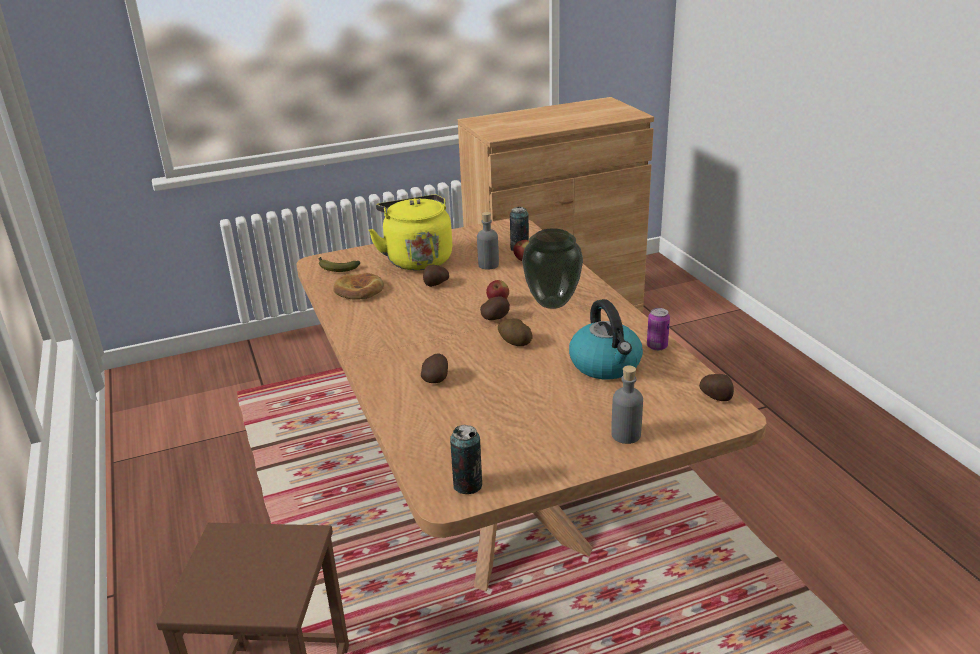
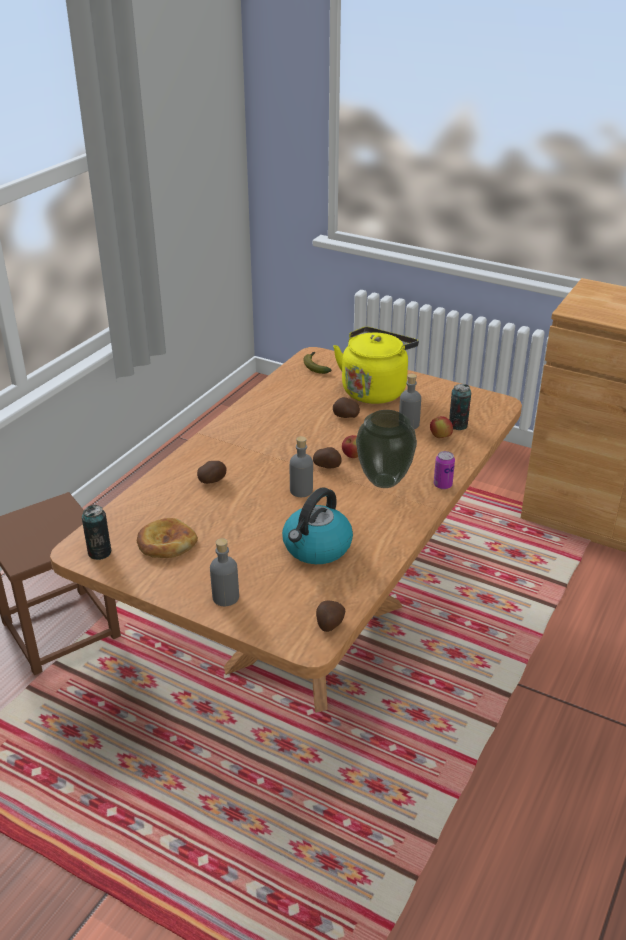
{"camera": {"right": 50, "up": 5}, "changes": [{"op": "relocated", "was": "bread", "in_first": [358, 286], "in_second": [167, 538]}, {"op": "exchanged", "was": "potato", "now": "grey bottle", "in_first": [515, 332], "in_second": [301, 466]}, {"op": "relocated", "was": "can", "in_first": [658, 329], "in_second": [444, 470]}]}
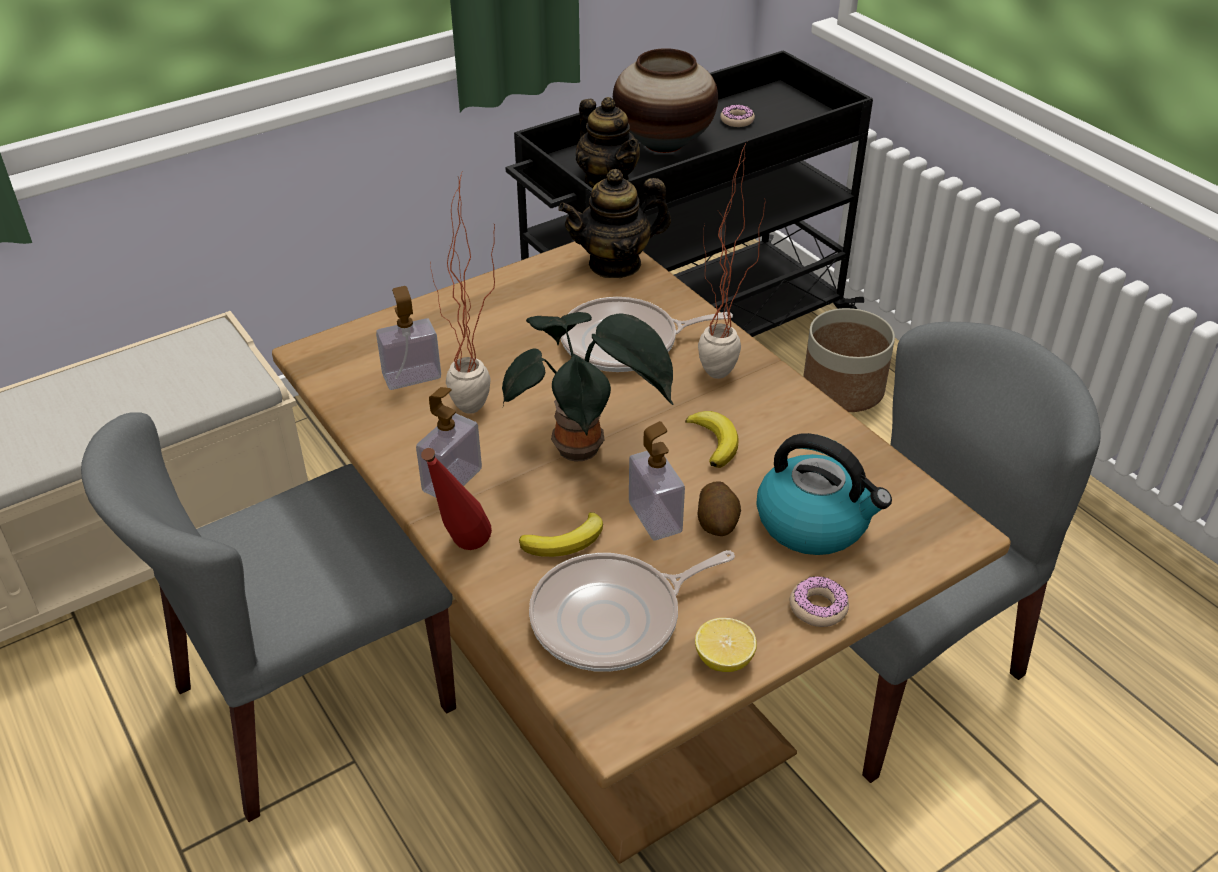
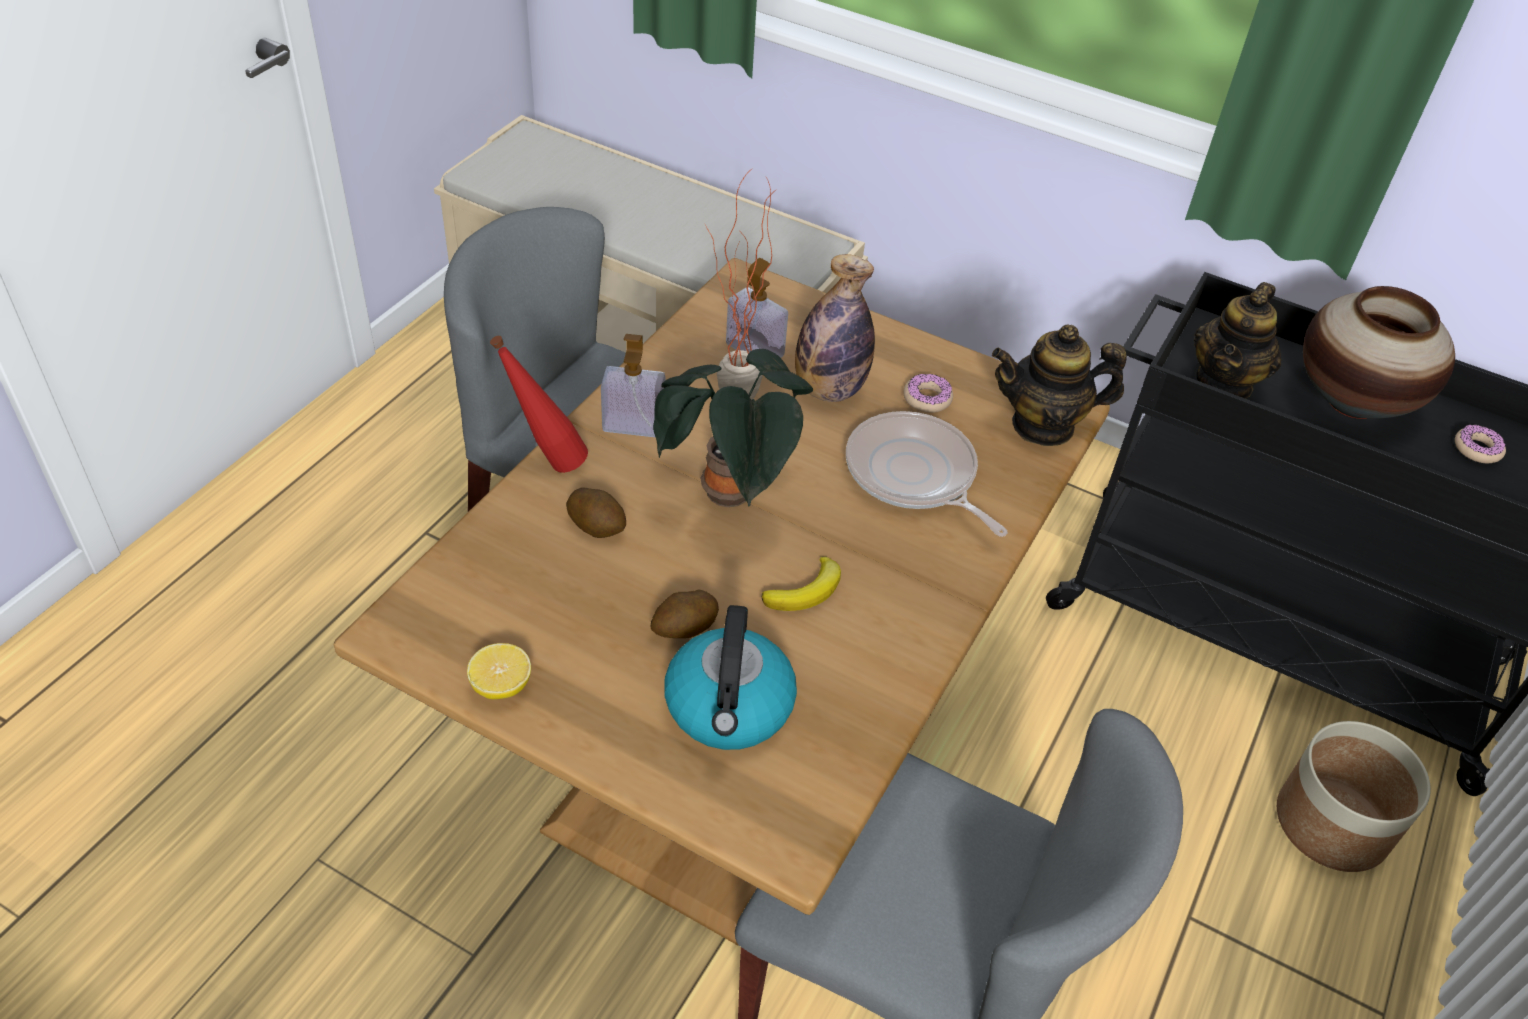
{"camera": {"right": 60, "up": 5}, "changes": [{"op": "exchanged", "was": "banana", "now": "potato", "in_first": [561, 534], "in_second": [596, 512]}, {"op": "missing", "was": "frying pan", "in_first": [632, 611]}, {"op": "spun", "was": "teapot", "in_first": [614, 223], "in_second": [1059, 385], "clockwise": -45}, {"op": "missing", "was": "soap dispenser", "in_first": [657, 481]}, {"op": "missing", "was": "potted plant", "in_first": [732, 260]}, {"op": "relocated", "was": "donut", "in_first": [819, 601], "in_second": [928, 393]}, {"op": "appeared", "now": "bottle", "in_second": [835, 328]}]}
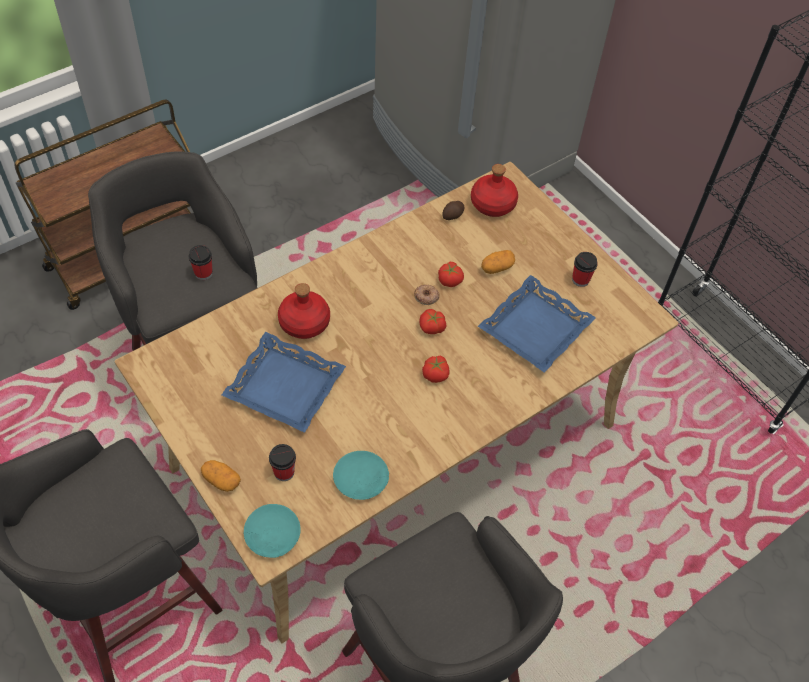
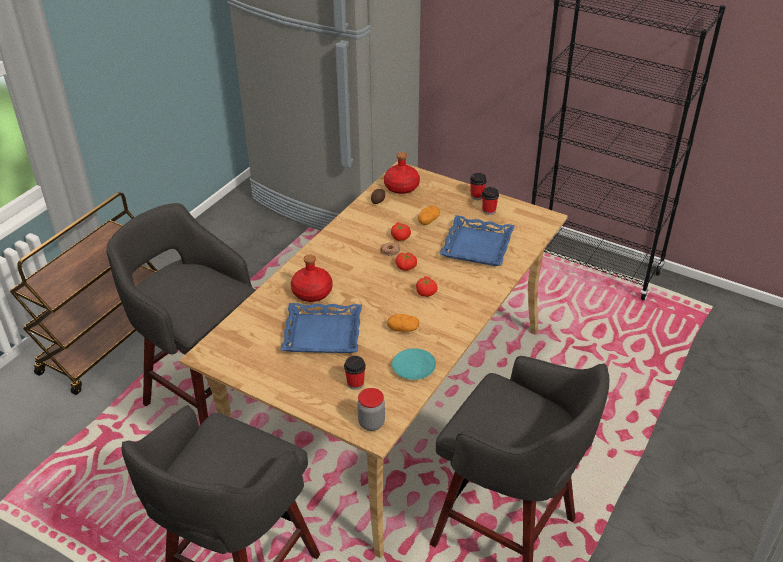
{"camera": {"right": -20, "up": -15}, "changes": [{"op": "relocated", "was": "cup", "in_first": [200, 262], "in_second": [478, 186]}, {"op": "relocated", "was": "potato", "in_first": [221, 476], "in_second": [403, 323]}, {"op": "exchanged", "was": "turquoise plate", "now": "jar", "in_first": [272, 531], "in_second": [371, 409]}]}
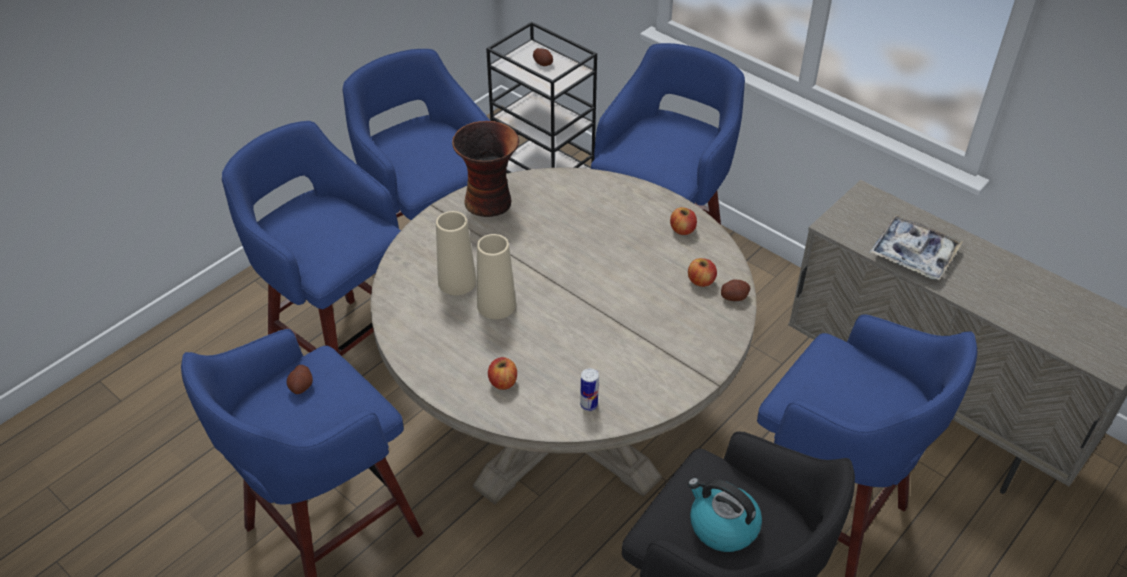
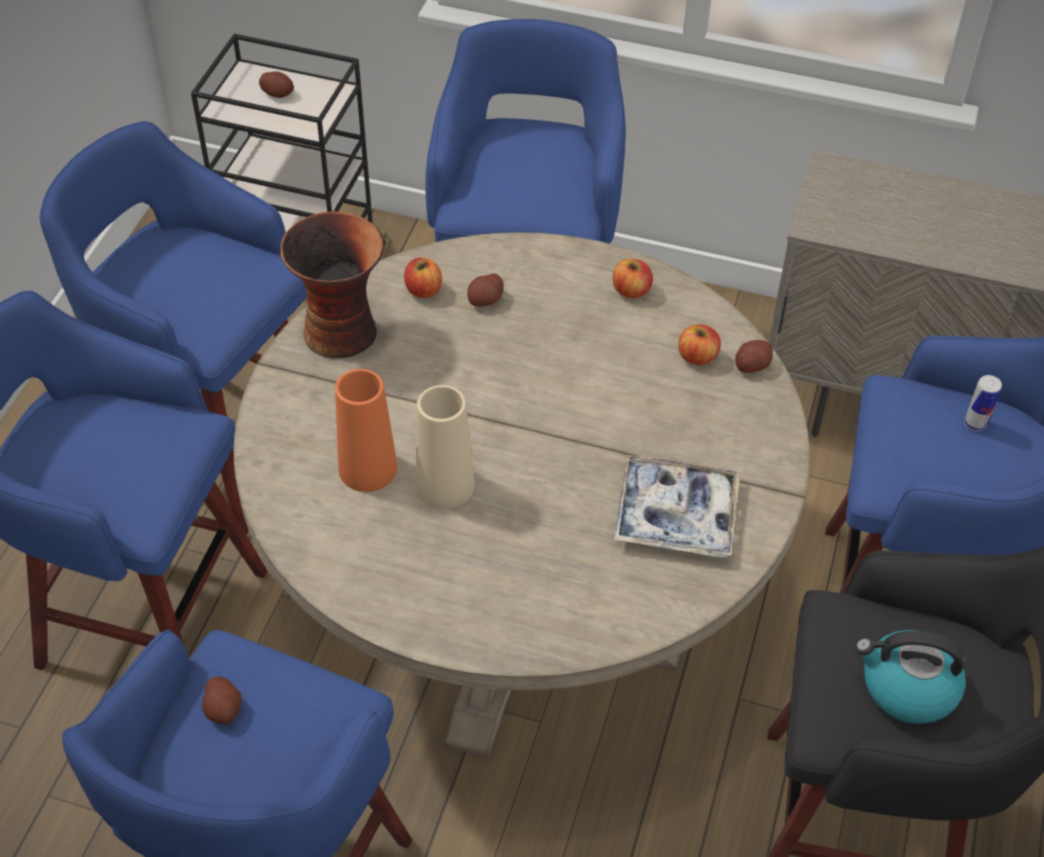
{"camera": {"right": -25, "up": 5}, "changes": [{"op": "colour", "was": "beige vase", "now": "orange vase", "in_first": [456, 253], "in_second": [366, 430]}, {"op": "relocated", "was": "apple", "in_first": [502, 373], "in_second": [423, 277]}, {"op": "relocated", "was": "can", "in_first": [589, 389], "in_second": [983, 403]}, {"op": "relocated", "was": "tray", "in_first": [916, 247], "in_second": [677, 506]}, {"op": "appeared", "now": "potato", "in_second": [485, 290]}]}
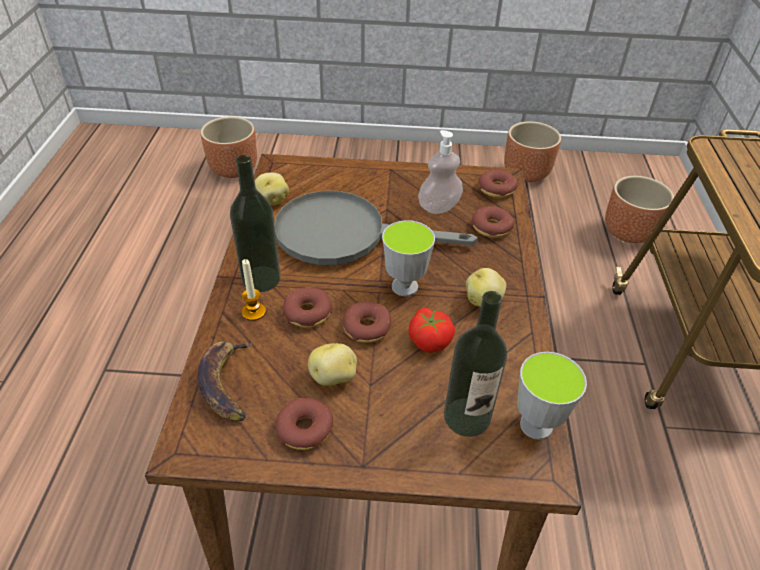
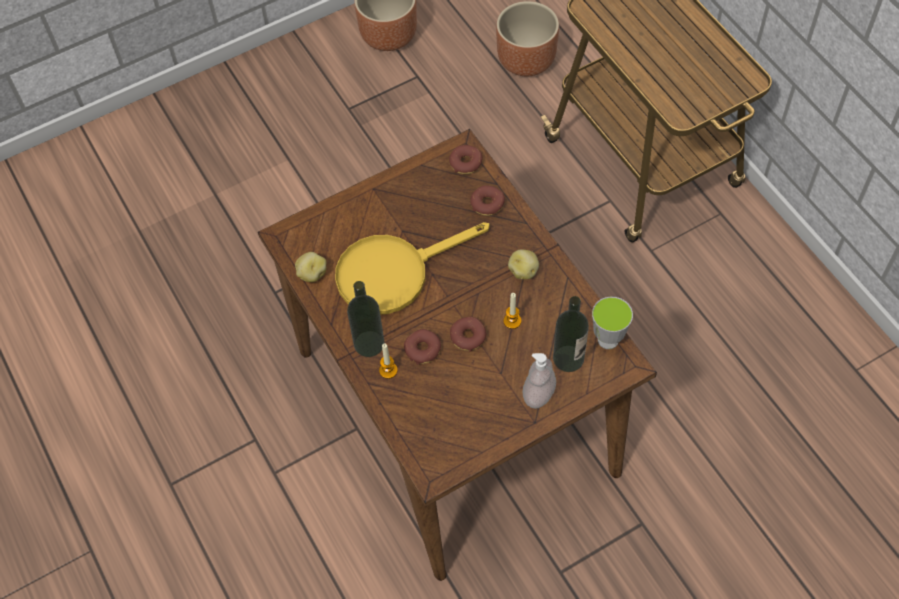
{"camera": {"right": -30, "up": 15}, "changes": [{"op": "missing", "was": "banana", "in_first": [225, 381]}, {"op": "missing", "was": "brown planter", "in_first": [229, 147]}, {"op": "colour", "was": "grey frying pan", "now": "yellow frying pan", "in_first": [376, 228], "in_second": [412, 268]}, {"op": "missing", "was": "donut", "in_first": [304, 424]}, {"op": "missing", "was": "potato", "in_first": [332, 364]}, {"op": "missing", "was": "cup", "in_first": [408, 258]}, {"op": "exchanged", "was": "tomato", "now": "candle", "in_first": [431, 330], "in_second": [512, 311]}, {"op": "relocated", "was": "soap dispenser", "in_first": [440, 172], "in_second": [539, 381]}]}
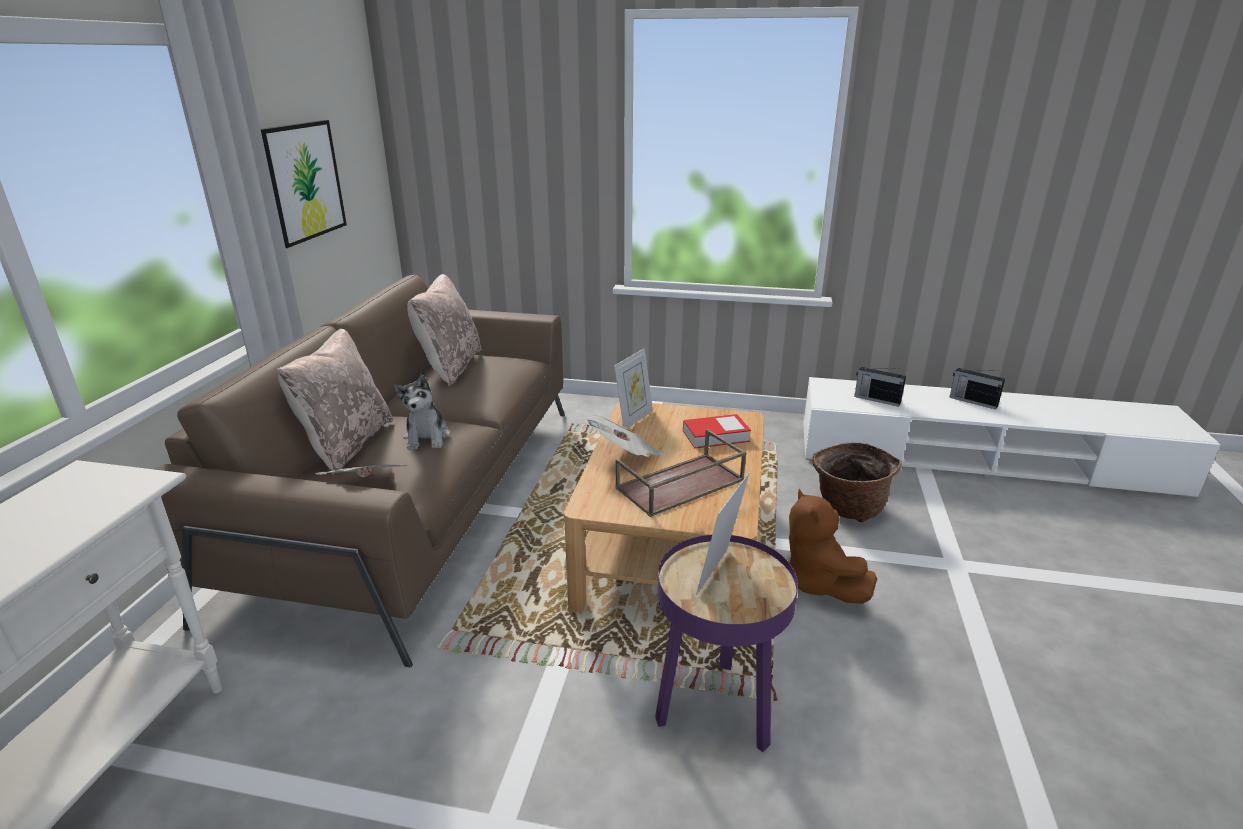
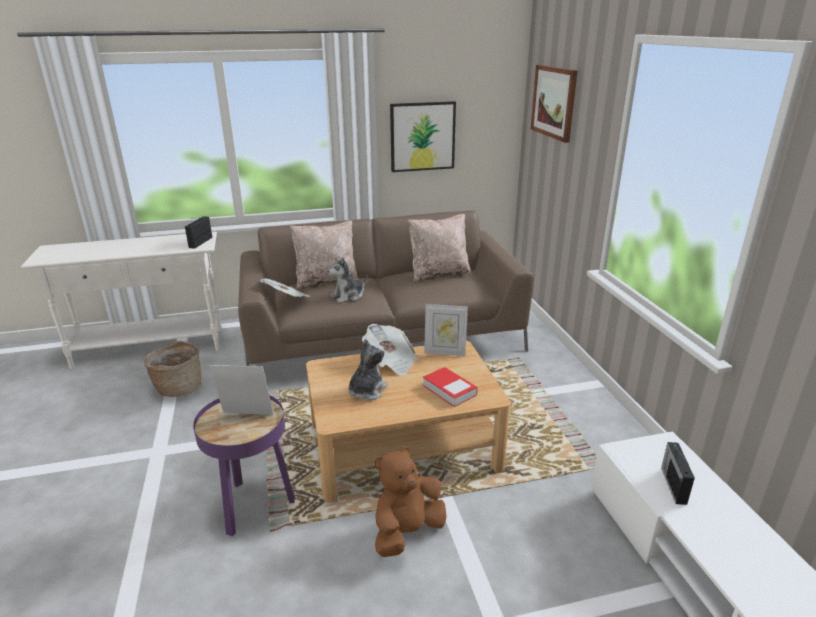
{"camera": {"right": 65, "up": 0}, "changes": [{"op": "exchanged", "was": "brown tray", "now": "plush toy", "in_first": [681, 473], "in_second": [368, 370]}, {"op": "relocated", "was": "basket", "in_first": [857, 482], "in_second": [172, 368]}, {"op": "relocated", "was": "radio", "in_first": [977, 388], "in_second": [198, 232]}, {"op": "appeared", "now": "picture", "in_second": [554, 104]}]}
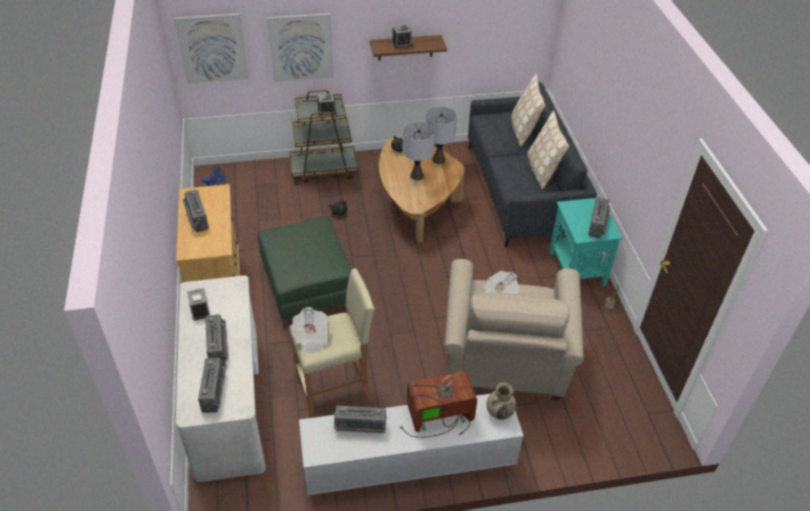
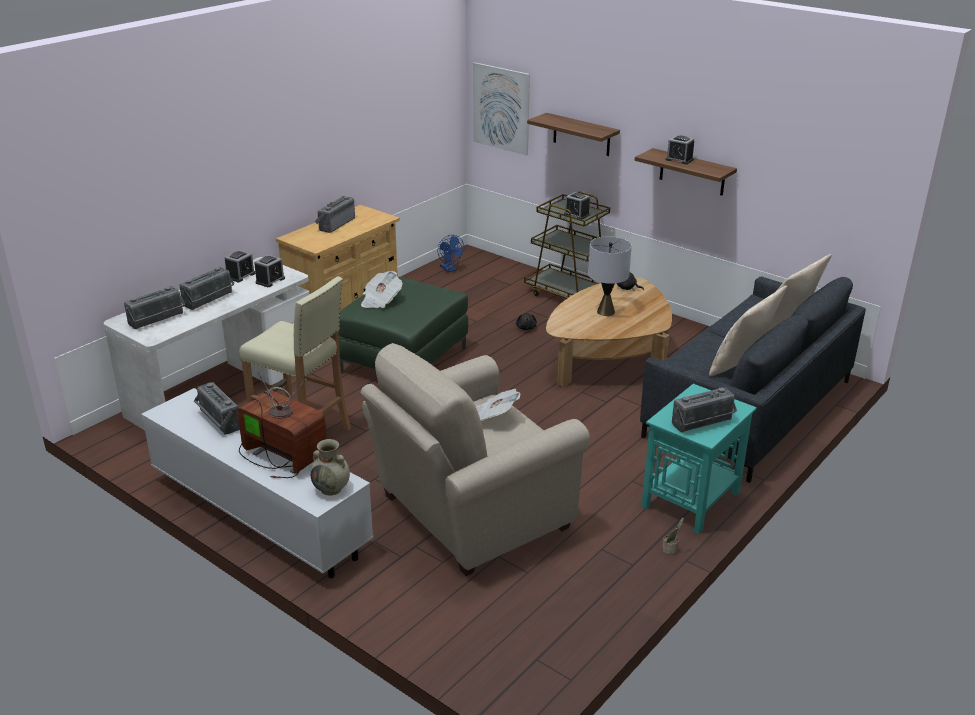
{"camera": {"right": 50, "up": -15}, "changes": [{"op": "exchanged", "was": "picture", "now": "shelf", "in_first": [300, 47], "in_second": [573, 134]}, {"op": "relocated", "was": "newspaper", "in_first": [310, 331], "in_second": [381, 289]}, {"op": "missing", "was": "grey table lamp", "in_first": [441, 135]}, {"op": "appeared", "now": "alarm clock", "in_second": [269, 271]}]}
